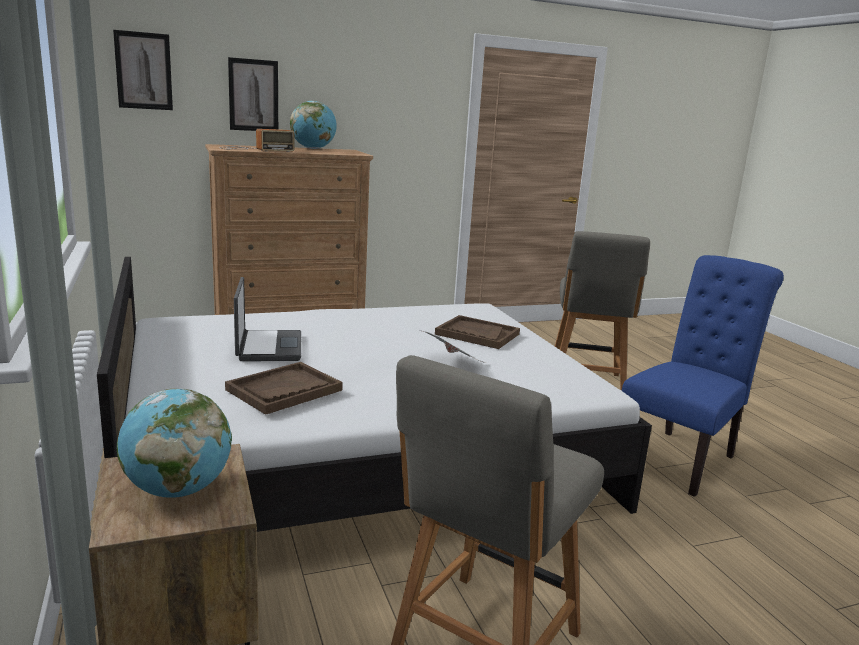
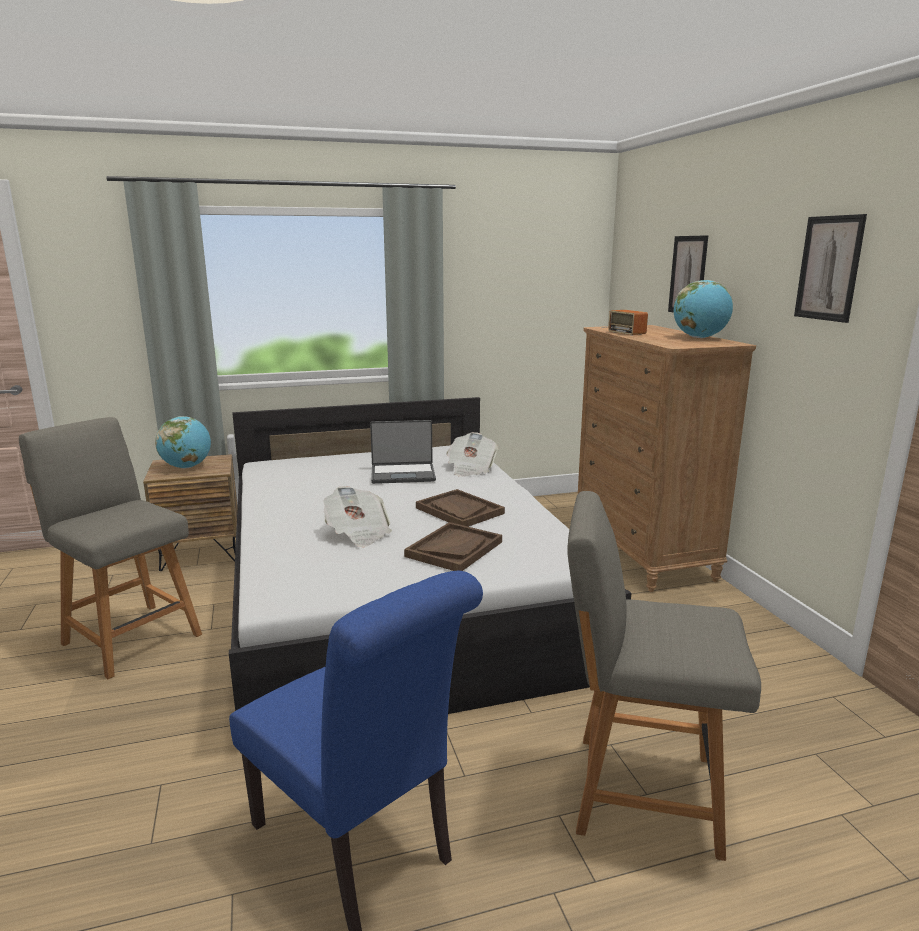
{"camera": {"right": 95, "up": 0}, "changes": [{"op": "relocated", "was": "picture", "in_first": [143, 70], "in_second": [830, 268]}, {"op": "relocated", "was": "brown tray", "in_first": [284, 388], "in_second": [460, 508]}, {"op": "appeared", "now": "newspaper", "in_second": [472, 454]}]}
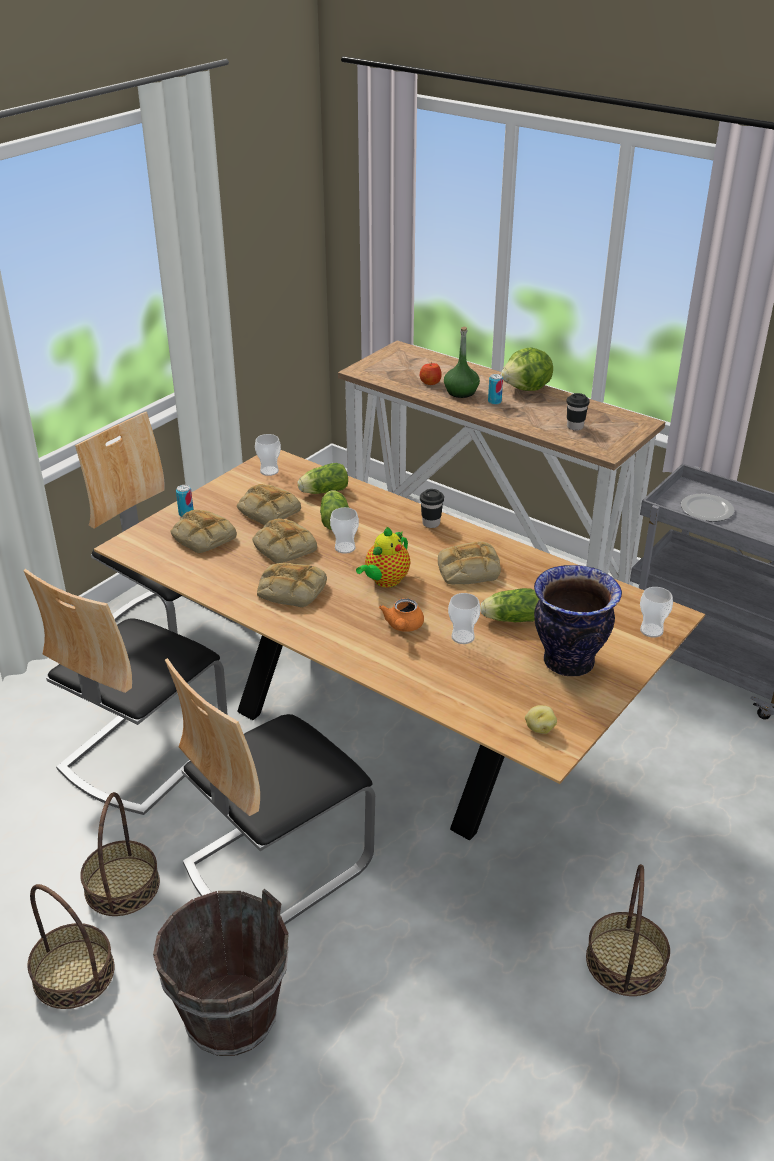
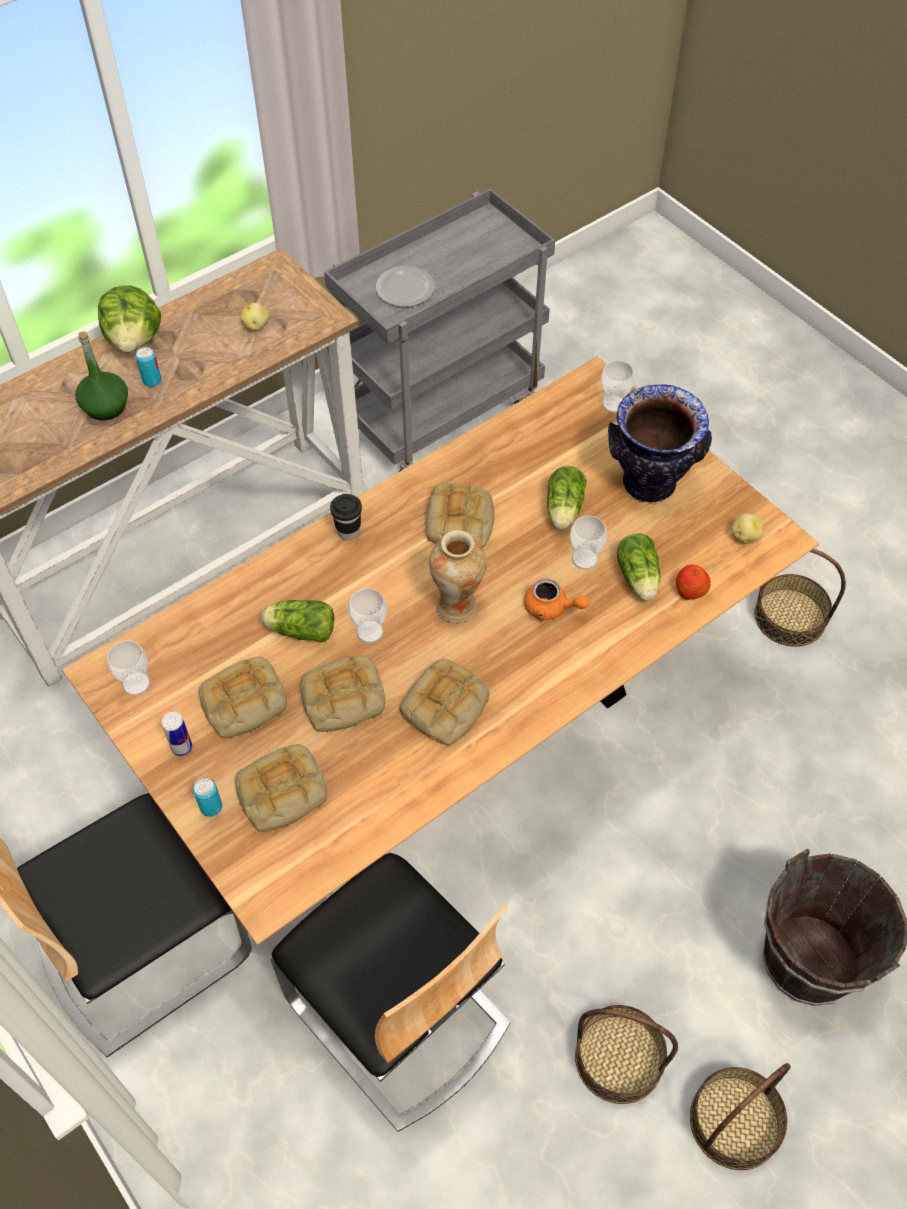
{"camera": {"right": -75, "up": 20}, "changes": [{"op": "missing", "was": "chair", "in_first": [270, 791]}, {"op": "relocated", "was": "lettuce", "in_first": [323, 478], "in_second": [639, 566]}, {"op": "exchanged", "was": "teapot", "now": "vase", "in_first": [383, 557], "in_second": [457, 576]}, {"op": "relocated", "was": "apple", "in_first": [431, 373], "in_second": [693, 582]}, {"op": "exchanged", "was": "black cup", "now": "potato", "in_first": [578, 411], "in_second": [255, 317]}, {"op": "appeared", "now": "can", "in_second": [177, 734]}]}
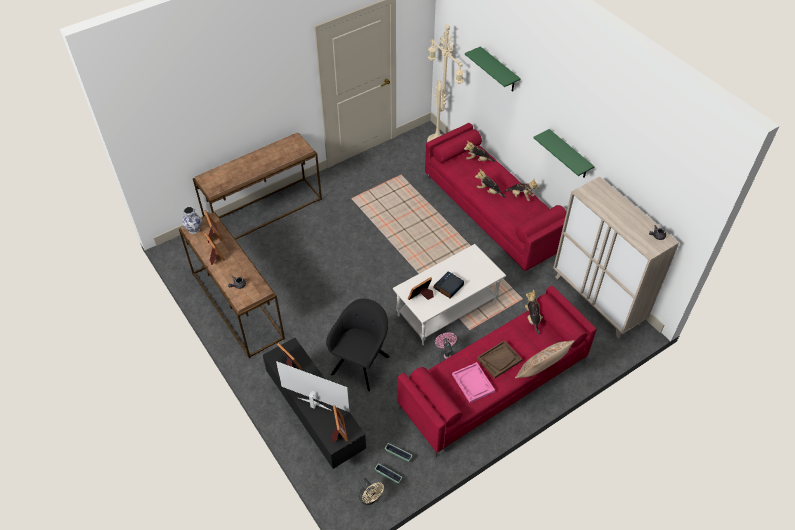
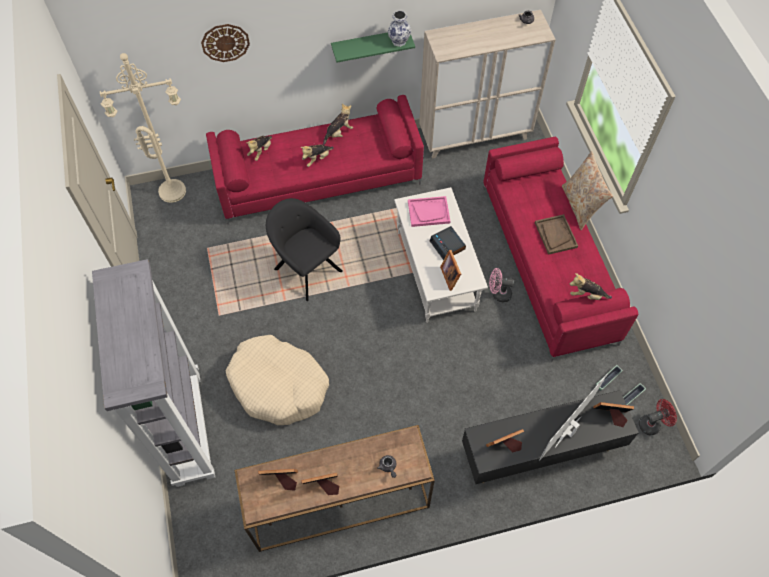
{"camera": {"right": -70, "up": 10}, "changes": [{"op": "relocated", "was": "vase", "in_first": [192, 220], "in_second": [399, 29]}, {"op": "exchanged", "was": "brown console table", "now": "grey bookcase", "in_first": [257, 186], "in_second": [153, 373]}, {"op": "relocated", "was": "black armchair", "in_first": [358, 345], "in_second": [304, 249]}, {"op": "colour", "was": "beige fan", "now": "red fan", "in_first": [371, 491], "in_second": [658, 417]}, {"op": "relocated", "was": "pink tray", "in_first": [473, 382], "in_second": [429, 211]}, {"op": "exchanged", "was": "green shelf", "now": "wall clock", "in_first": [493, 69], "in_second": [225, 43]}, {"op": "relocated", "was": "plush toy", "in_first": [534, 312], "in_second": [591, 286]}, {"op": "appeared", "now": "beige dog bed", "in_second": [277, 380]}]}
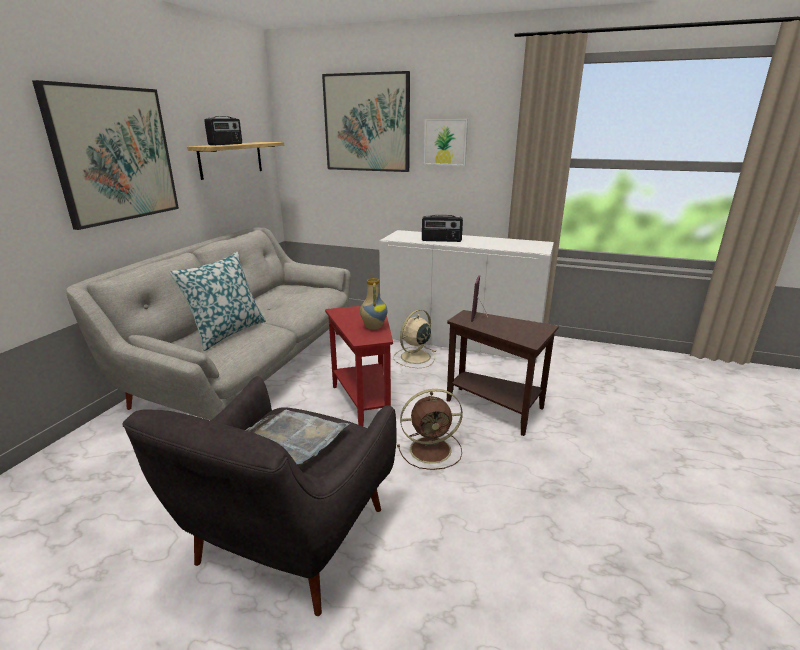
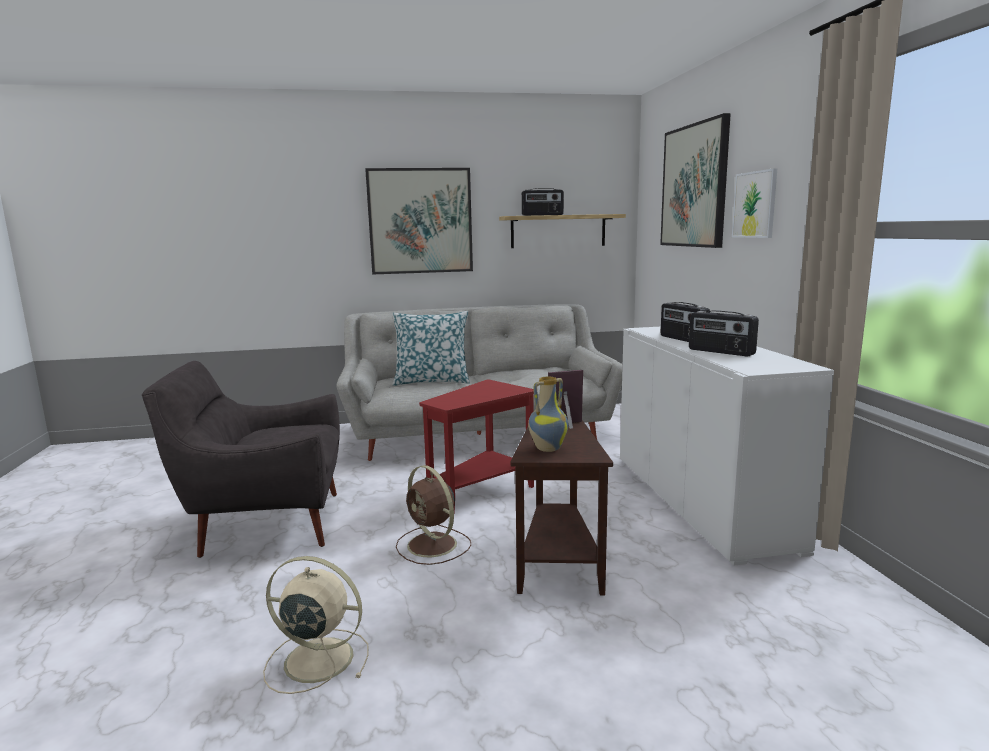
{"camera": {"right": 60, "up": -10}, "changes": [{"op": "missing", "was": "grey tray", "in_first": [297, 437]}, {"op": "relocated", "was": "vase", "in_first": [373, 304], "in_second": [548, 414]}, {"op": "relocated", "was": "beige fan", "in_first": [414, 338], "in_second": [315, 625]}, {"op": "appeared", "now": "radio", "in_second": [724, 333]}]}
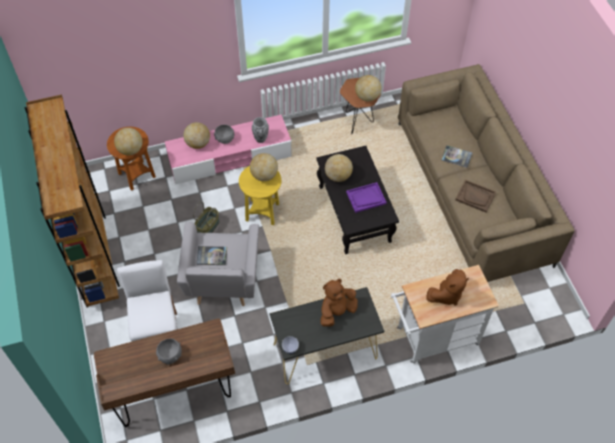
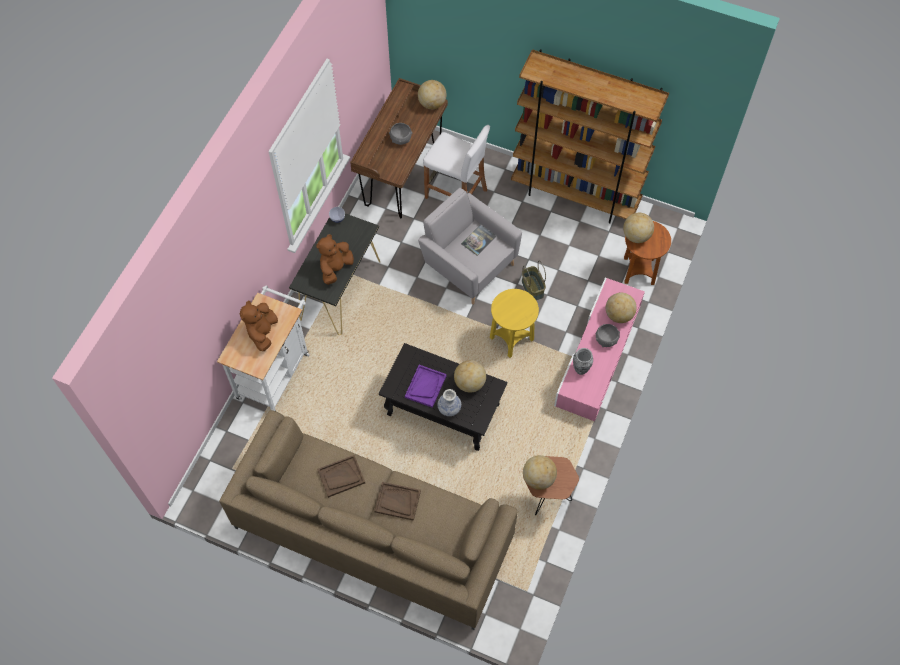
{"camera": {"right": 130, "up": 5}, "changes": [{"op": "relocated", "was": "globe", "in_first": [264, 167], "in_second": [432, 94]}, {"op": "spun", "was": "brown plush toy", "in_first": [339, 303], "in_second": [335, 259], "clockwise": -150}, {"op": "exchanged", "was": "book", "now": "brown tray", "in_first": [457, 156], "in_second": [397, 501]}, {"op": "appeared", "now": "vase", "in_second": [449, 402]}]}
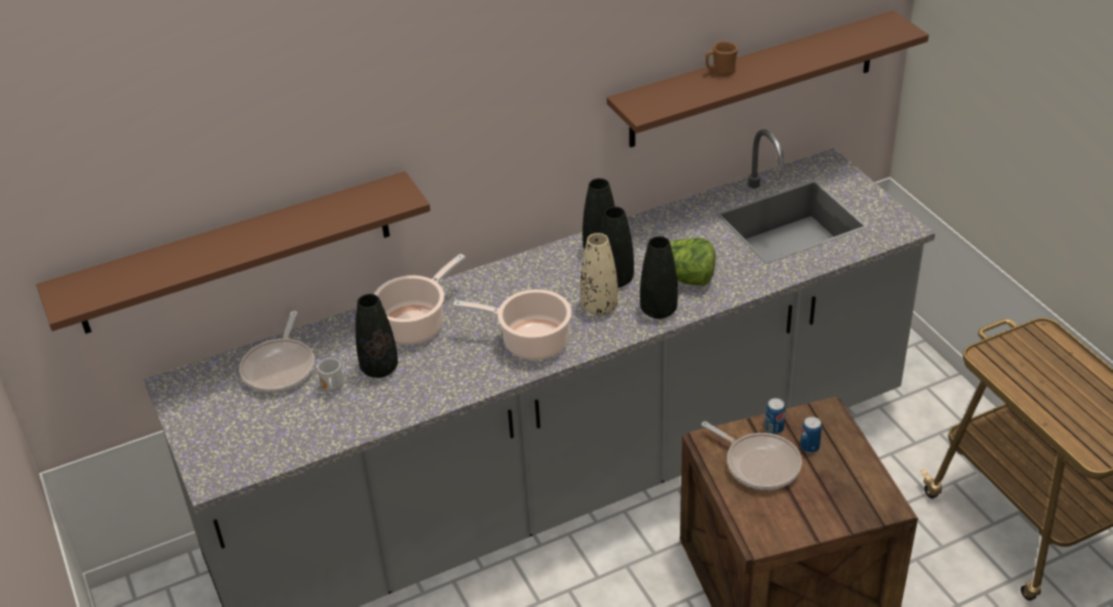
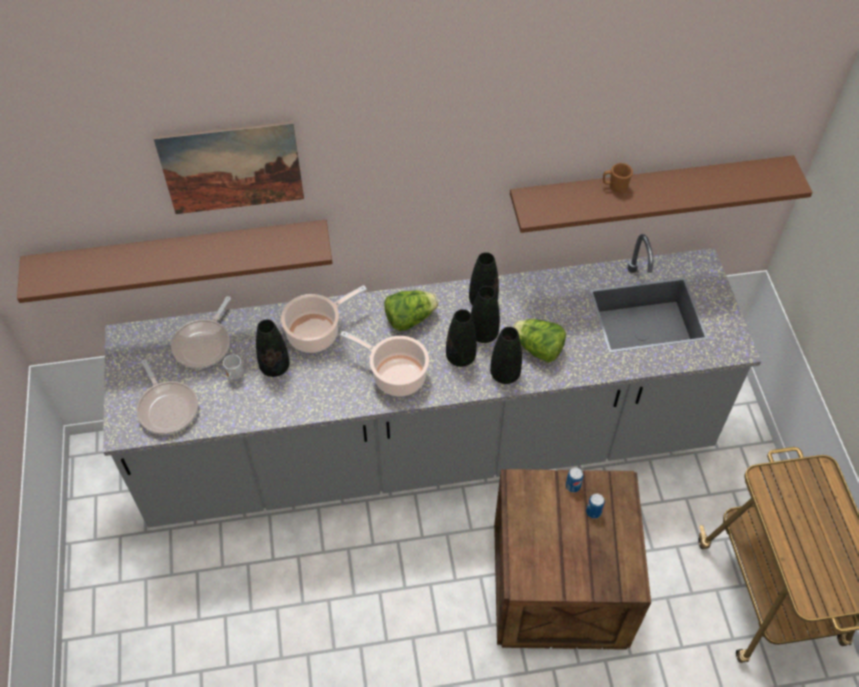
{"camera": {"right": 15, "up": 15}, "changes": [{"op": "colour", "was": "beige vase", "now": "black vase", "in_first": [599, 274], "in_second": [461, 338]}, {"op": "relocated", "was": "frying pan", "in_first": [752, 455], "in_second": [167, 397]}, {"op": "appeared", "now": "picture", "in_second": [229, 167]}, {"op": "appeared", "now": "lettuce", "in_second": [411, 310]}]}
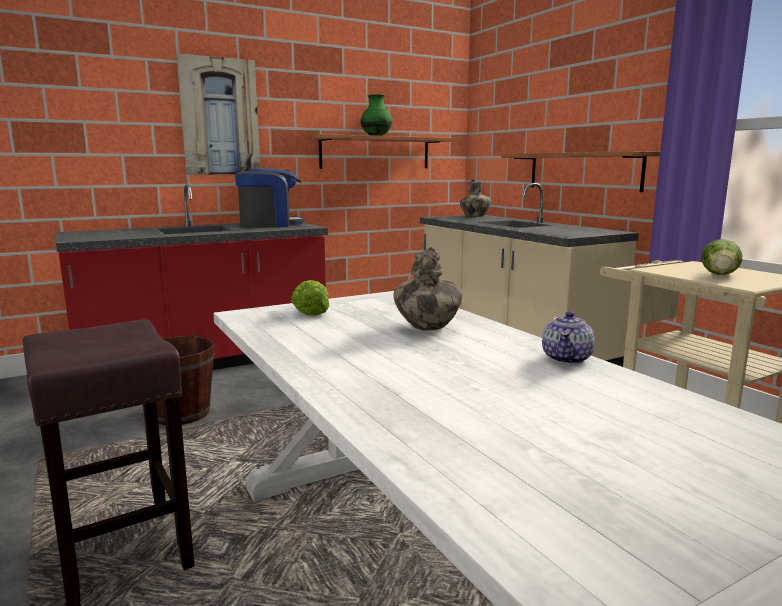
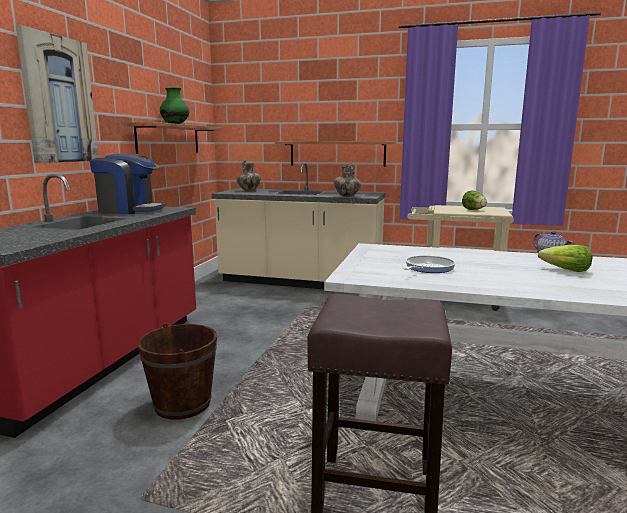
{"camera": {"right": -45, "up": 0}, "changes": [{"op": "spun", "was": "coffee machine", "in_first": [270, 197], "in_second": [127, 184], "clockwise": 75}, {"op": "relocated", "was": "lettuce", "in_first": [310, 298], "in_second": [565, 258]}, {"op": "relocated", "was": "vase", "in_first": [428, 289], "in_second": [347, 179]}, {"op": "appeared", "now": "frying pan", "in_second": [430, 264]}]}
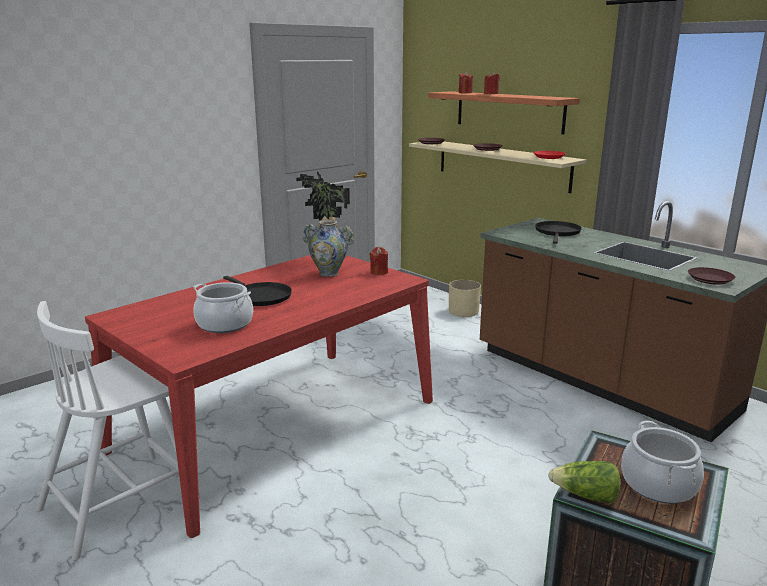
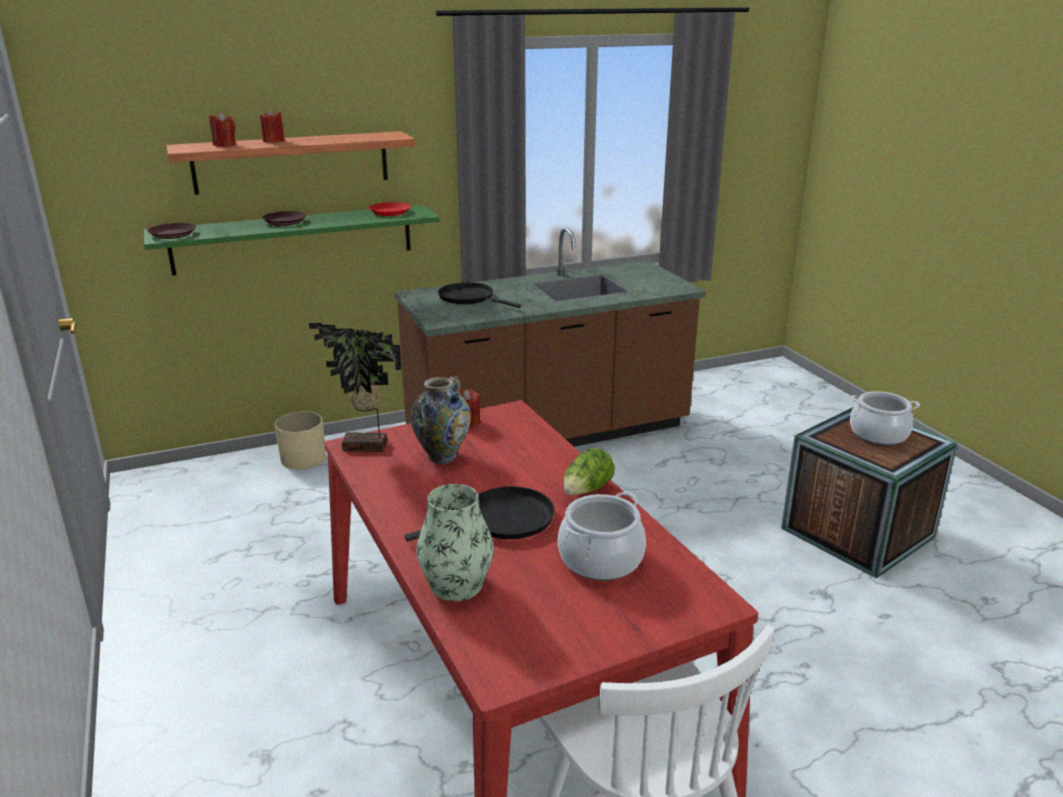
{"camera": {"right": -70, "up": 5}, "changes": [{"op": "colour", "was": "beige shelf", "now": "green shelf", "in_first": [498, 167], "in_second": [292, 240]}, {"op": "relocated", "was": "lettuce", "in_first": [584, 482], "in_second": [589, 471]}, {"op": "missing", "was": "brown plate", "in_first": [711, 276]}, {"op": "appeared", "now": "vase", "in_second": [455, 542]}]}
